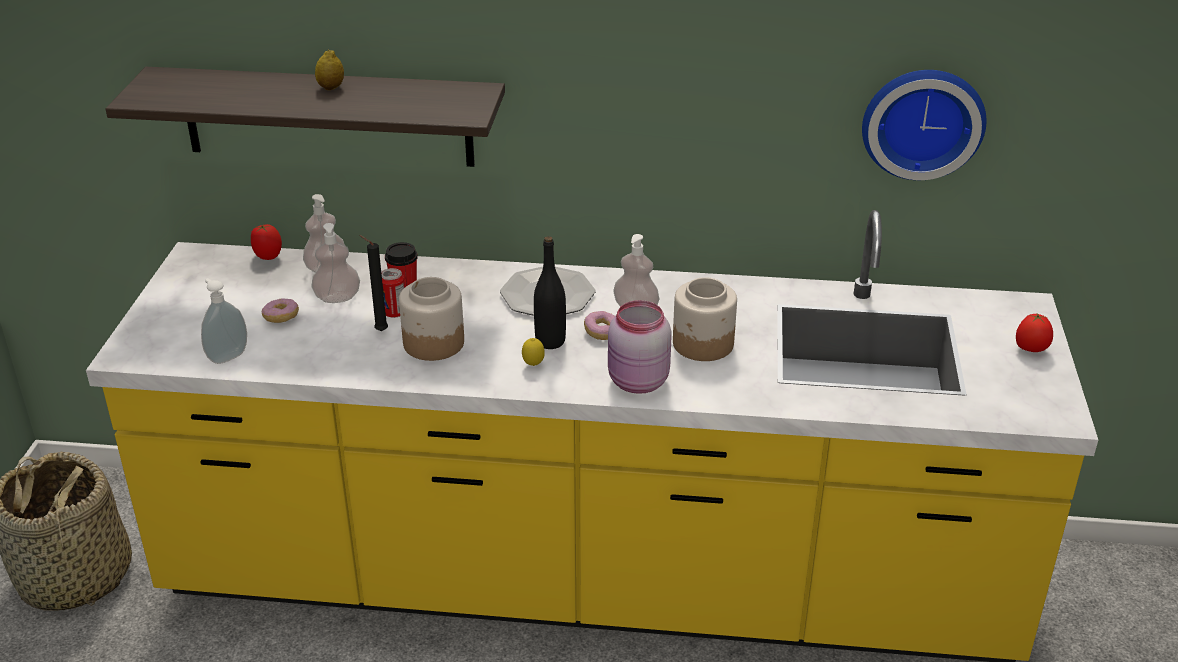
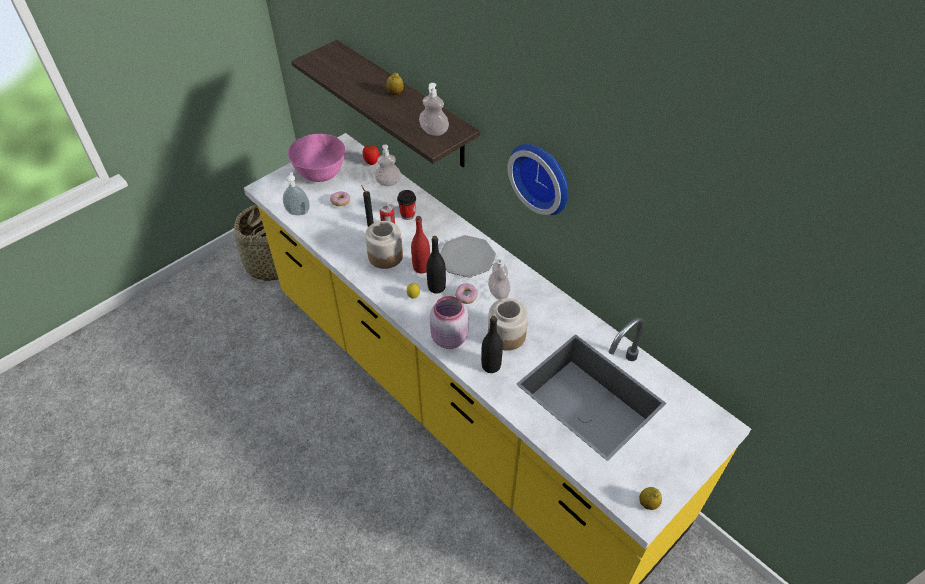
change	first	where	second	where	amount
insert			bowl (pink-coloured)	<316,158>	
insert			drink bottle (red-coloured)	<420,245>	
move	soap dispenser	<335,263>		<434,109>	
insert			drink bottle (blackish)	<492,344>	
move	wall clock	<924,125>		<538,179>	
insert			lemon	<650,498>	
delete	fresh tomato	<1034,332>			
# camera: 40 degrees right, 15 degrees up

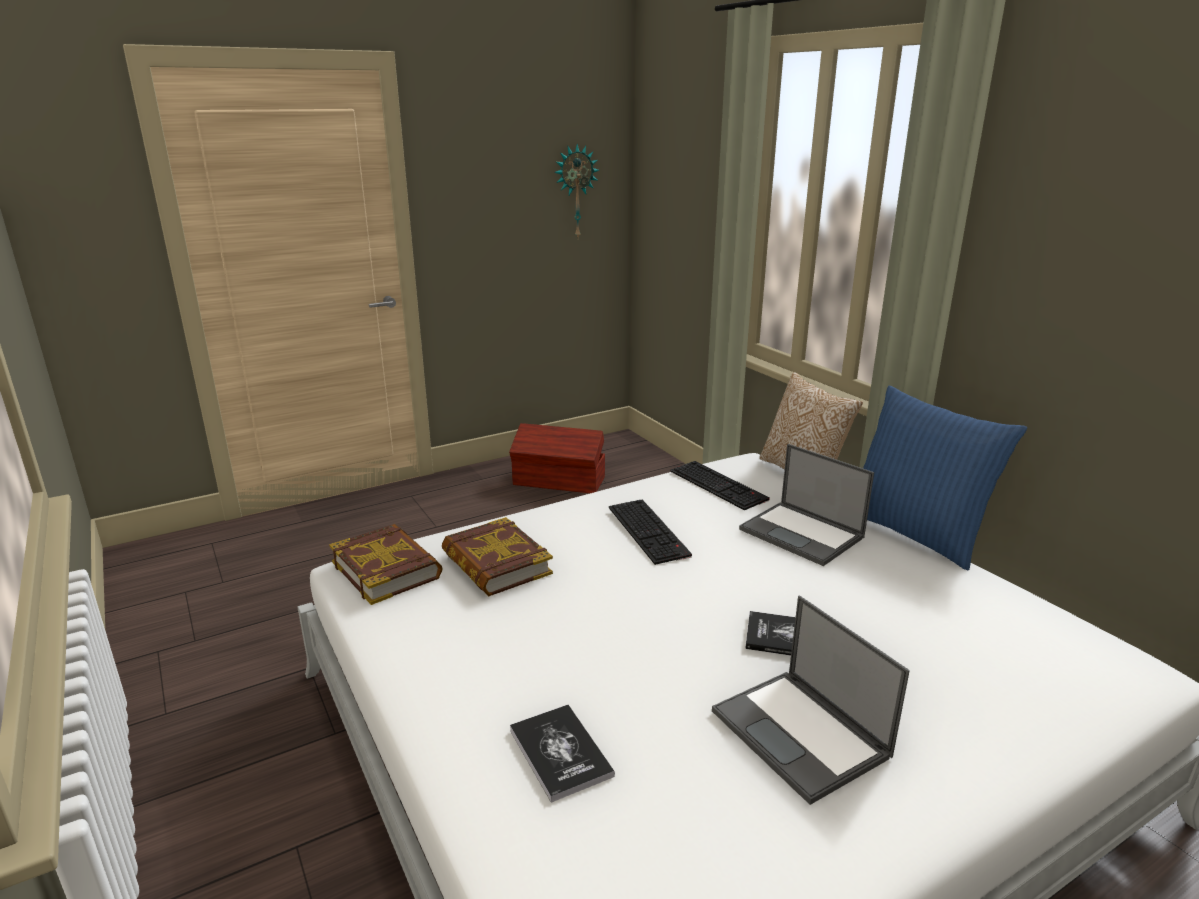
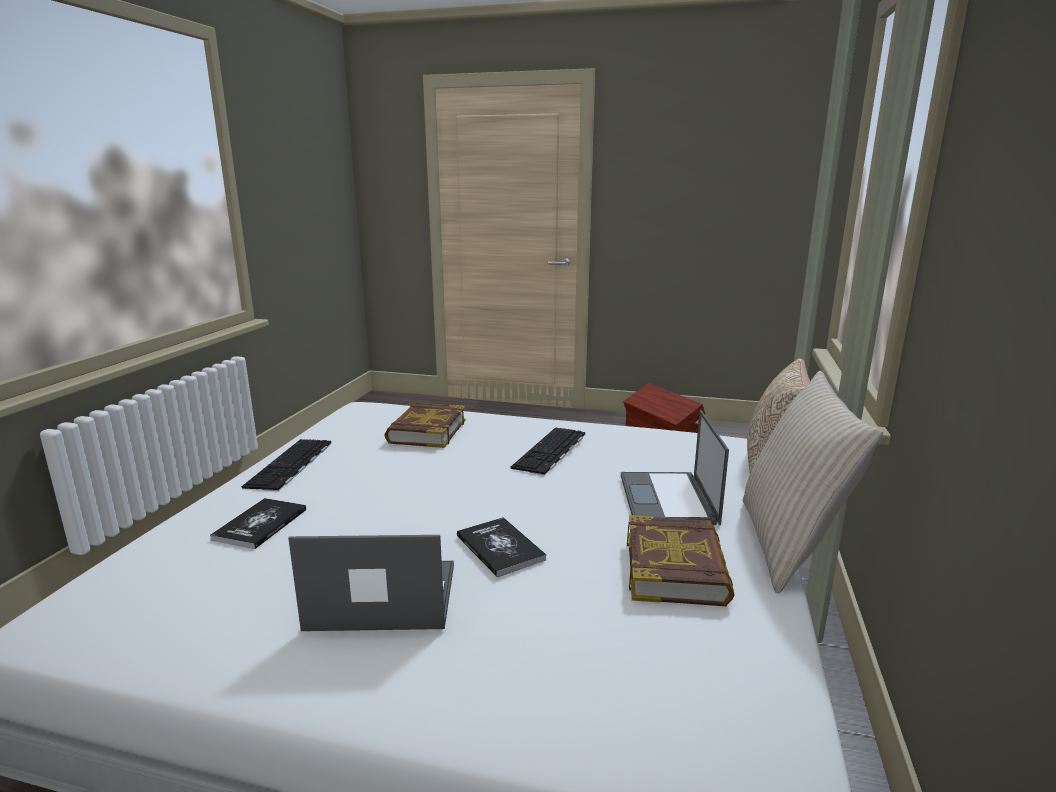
change	first	where	second	where	amount
move	PC keyboard	<720,485>		<286,465>	
rotate	portable computer	<811,700>		<371,583>	75 degrees clockwise
move	bound book	<386,564>		<681,560>	
recolor	pillow (bluish)	<945,478>	pillow (sand-coloured)	<813,482>	
delete	wall clock	<576,191>			
# camera: 45 degrees right, 5 degrees down

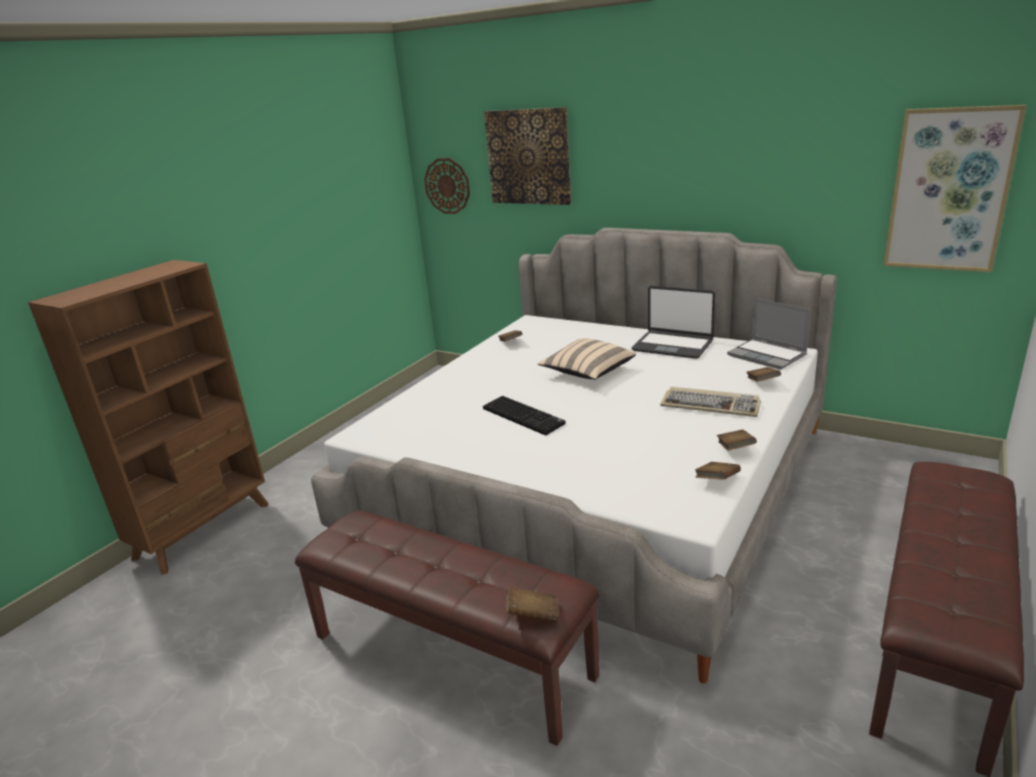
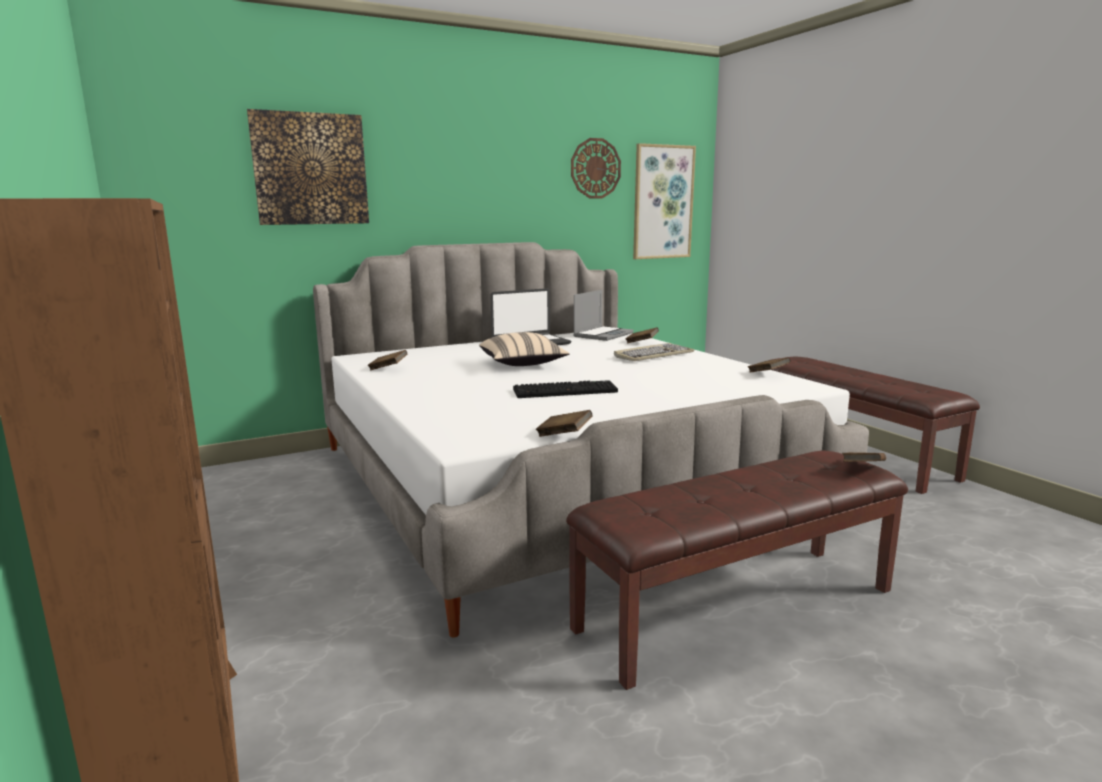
change	first	where	second	where	amount
move	bound book (brownish)	<737,440>		<564,423>	
move	wall clock	<447,186>		<596,168>	
rotate	portable computer	<769,334>		<603,315>	45 degrees counterclockwise
# camera: 60 degrees left, 10 degrees down

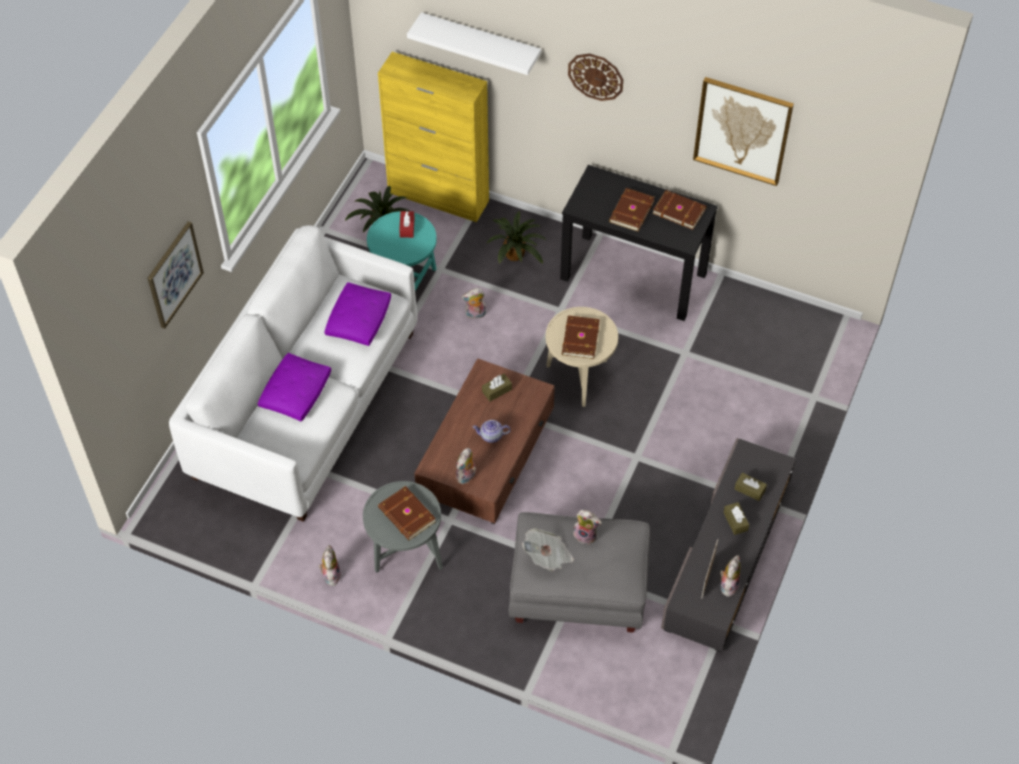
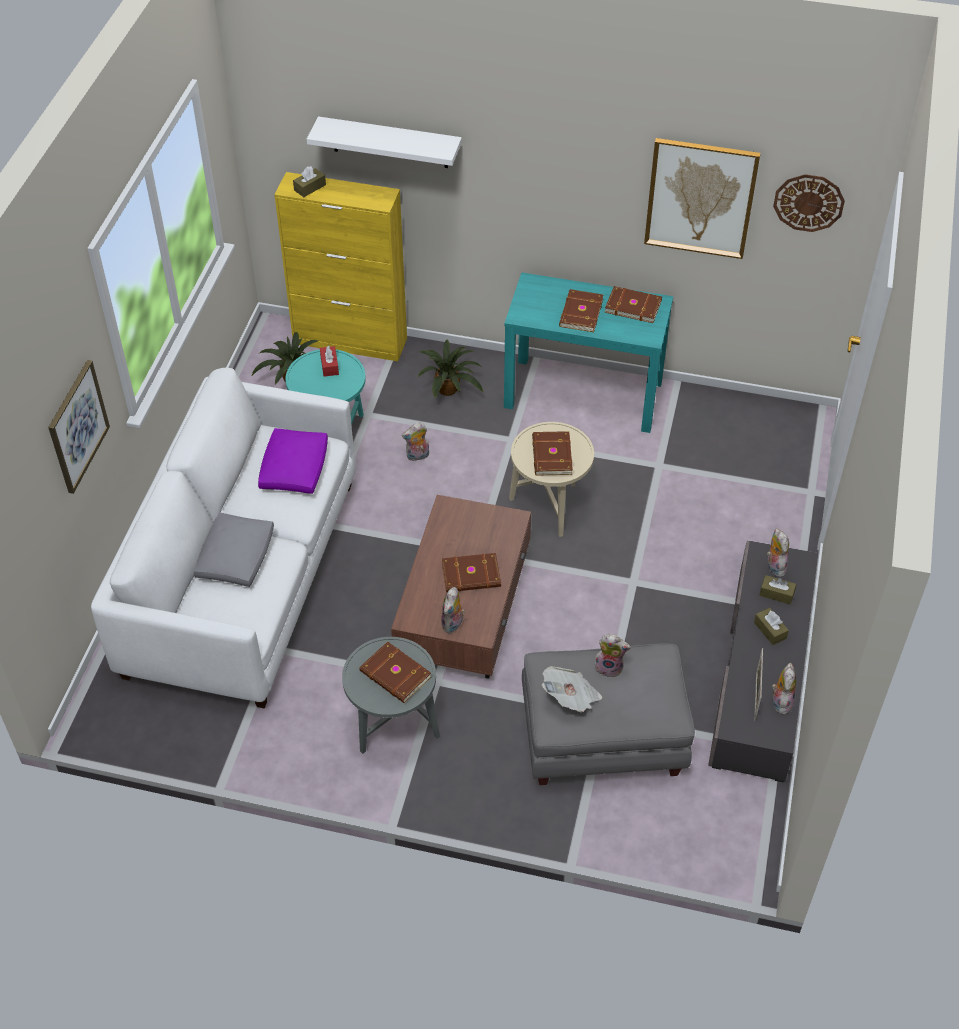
change	first	where	second	where	amount
recolor	pillow (purplish)	<294,387>	pillow (grey)	<234,550>	
move	tissue holder (brownish)	<497,387>		<309,181>	
replace	pot for tea	<491,431>	bound book (brownish)	<471,572>	
recolor	console table (blackish)	<639,243>	console table (turquoise-coloured)	<588,352>	
move	plush toy	<330,565>		<778,552>	
move	wall clock	<595,77>		<809,203>	
# camera: 10 degrees left, 5 degrees down

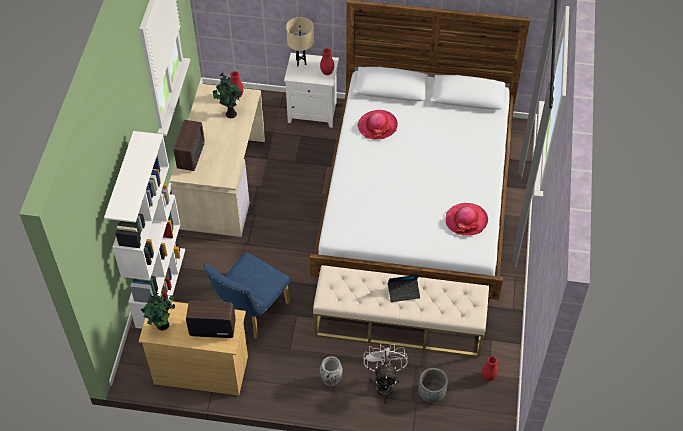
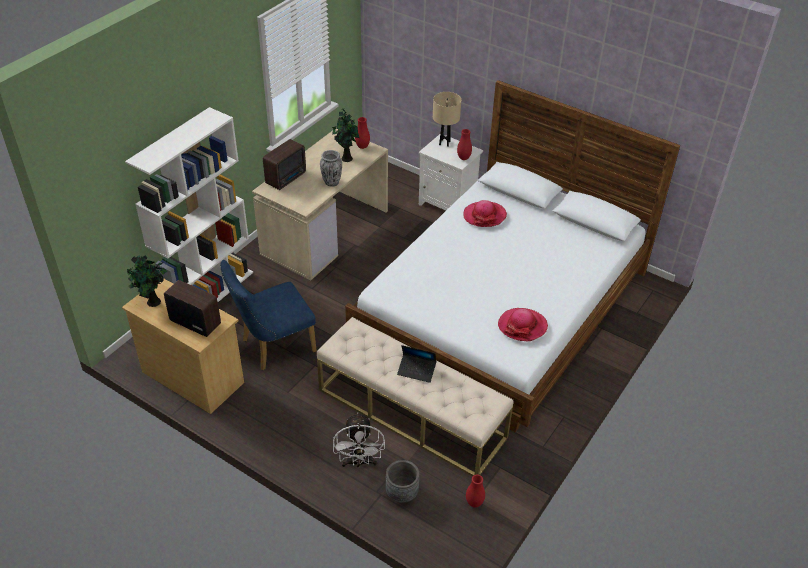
change	first	where	second	where	amount
move	vase	<331,371>		<331,168>	
rotate	cooling fan (white-coloured)	<386,373>		<359,440>	150 degrees clockwise
# camera: 25 degrees right, 10 degrees down

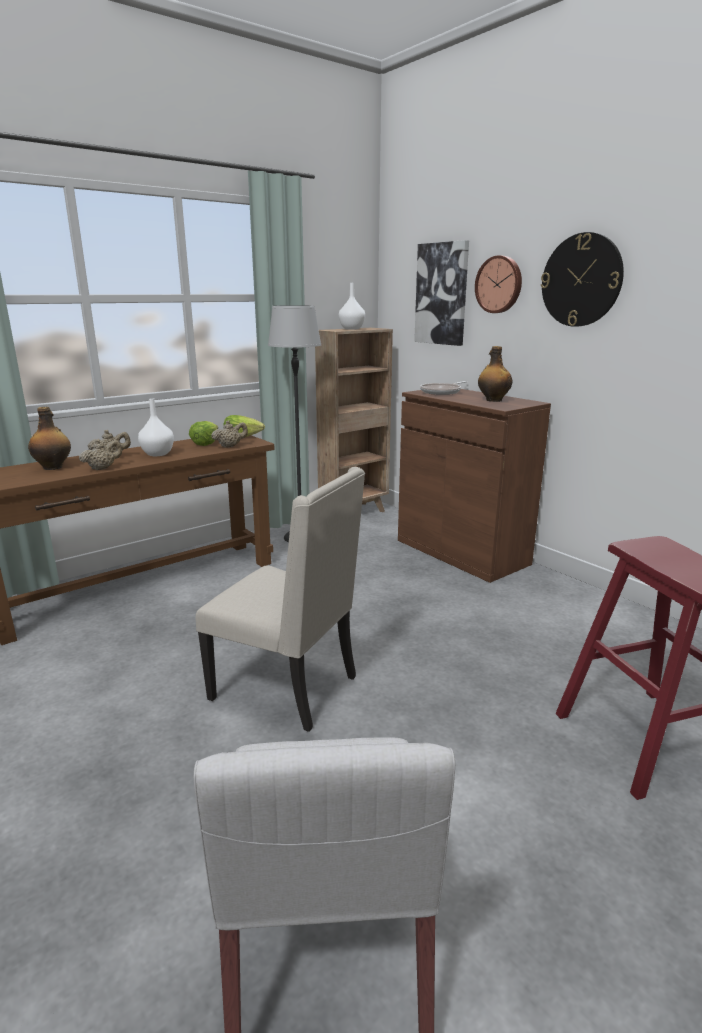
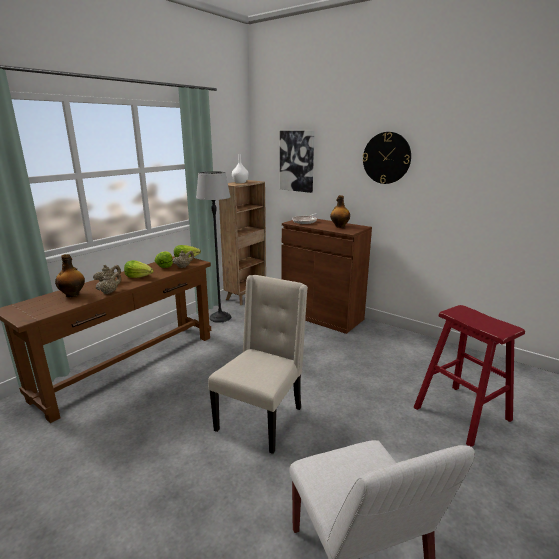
change	first	where	second	where	amount
replace	vase (white-coloured)	<156,427>	lettuce head	<138,269>	
rotate	plain chair (sand-coloured)	<280,599>		<258,364>	75 degrees counterclockwise
delete	wall clock	<498,284>			
# camera: 15 degrees left, 0 degrees up

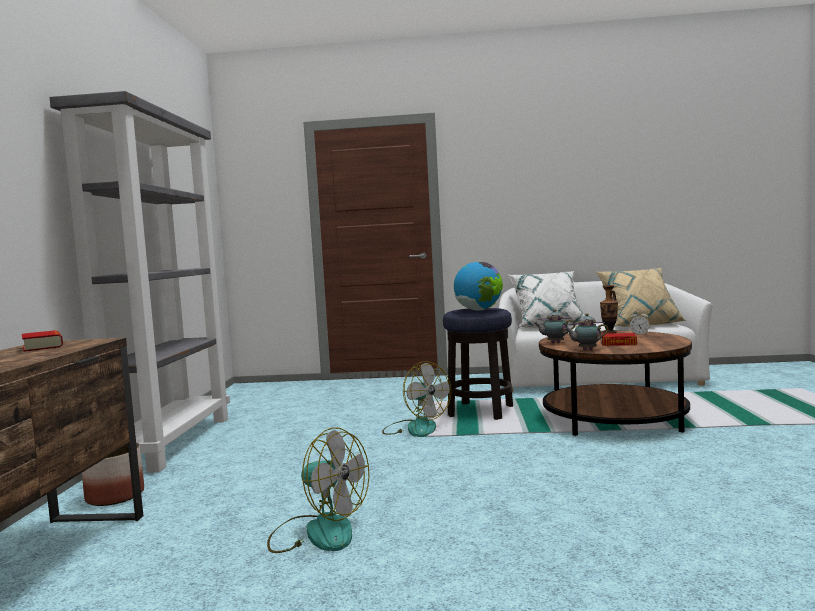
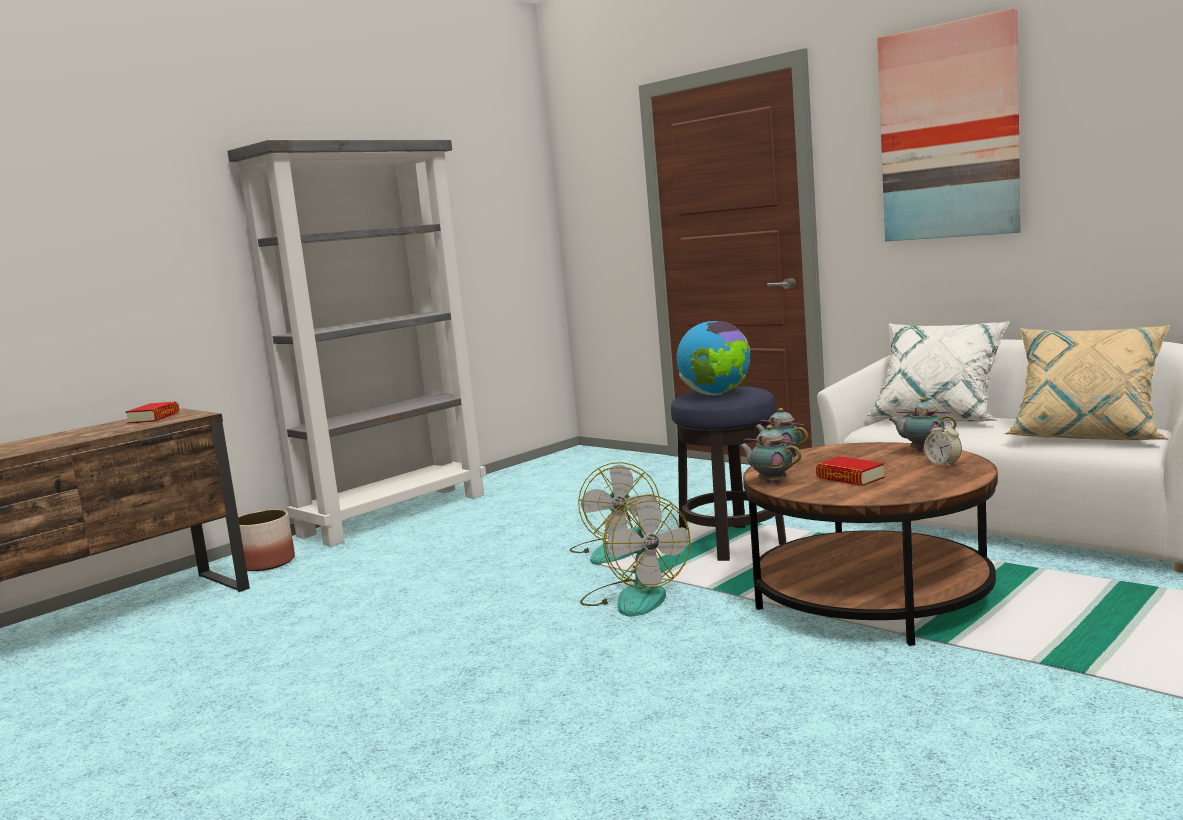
change	first	where	second	where	amount
move	cooling fan	<318,490>		<635,555>	
insert			picture	<949,124>	
replace	vase	<609,309>	pot for tea	<922,424>	
# camera: 40 degrees right, 5 degrees up

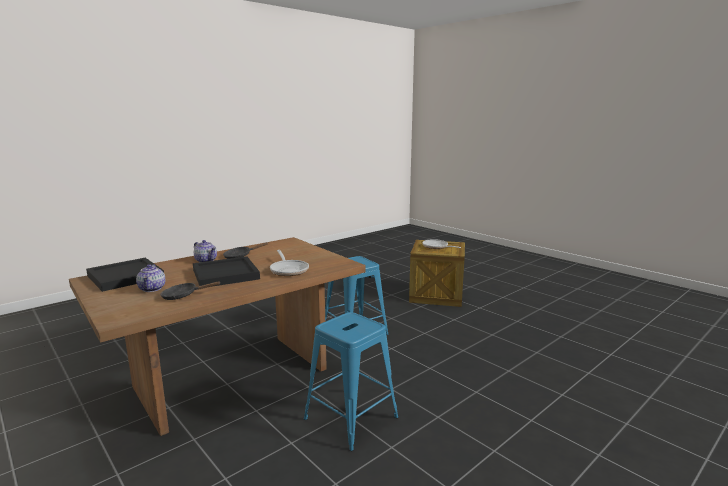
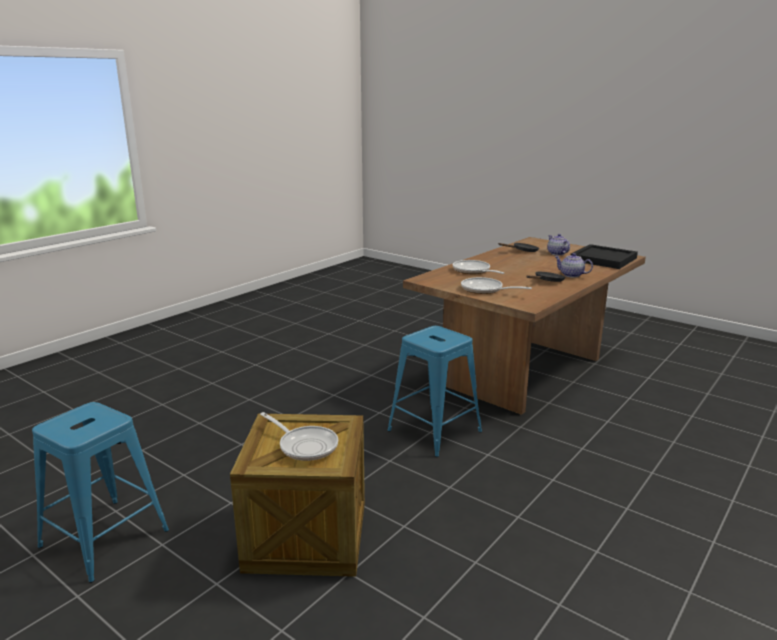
change	first	where	second	where	amount
move	stool (bluish)	<351,381>		<100,492>	
insert			frying pan	<496,285>	
delete	carrying tray (blackish)	<226,271>			
# camera: 170 degrees right, 5 degrees up

